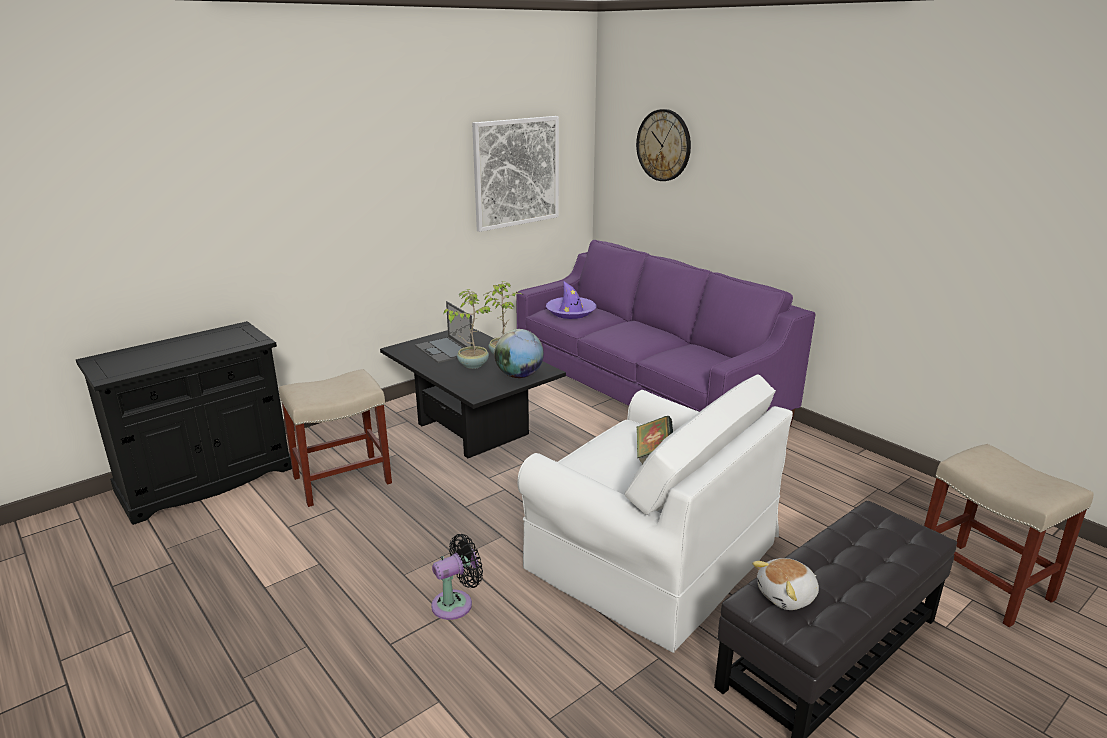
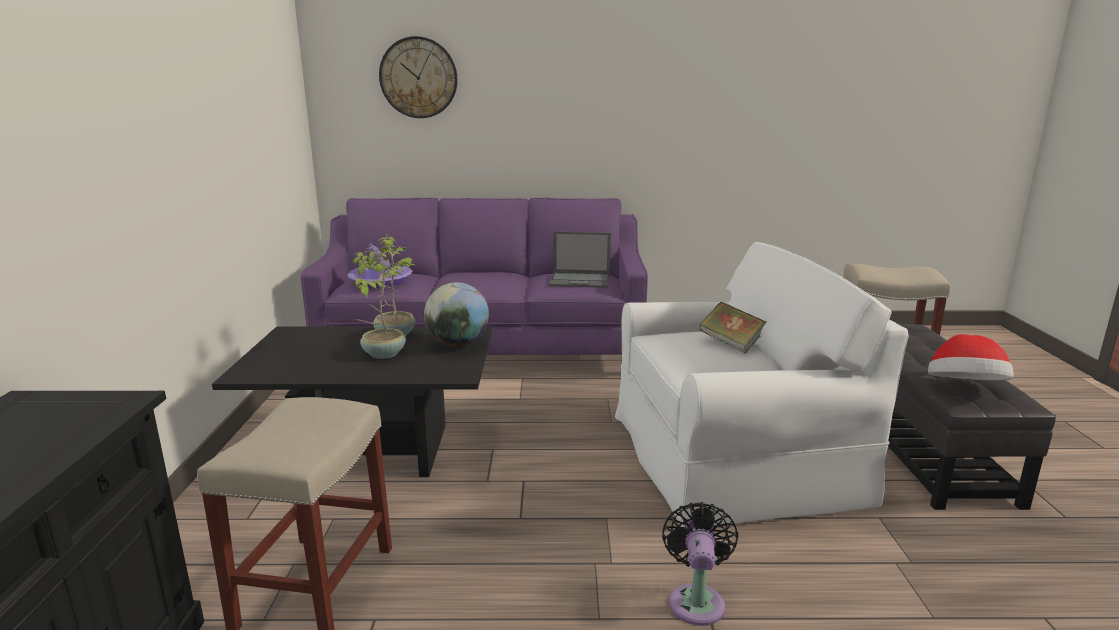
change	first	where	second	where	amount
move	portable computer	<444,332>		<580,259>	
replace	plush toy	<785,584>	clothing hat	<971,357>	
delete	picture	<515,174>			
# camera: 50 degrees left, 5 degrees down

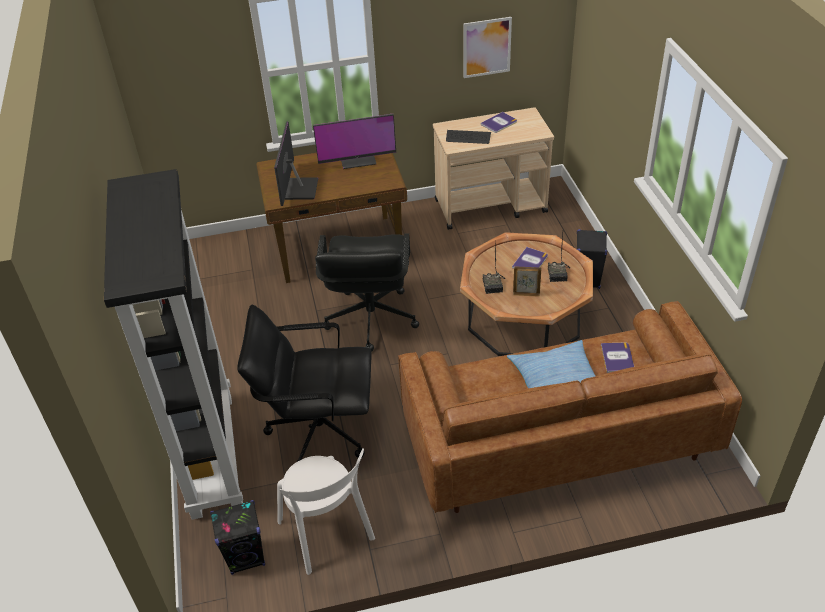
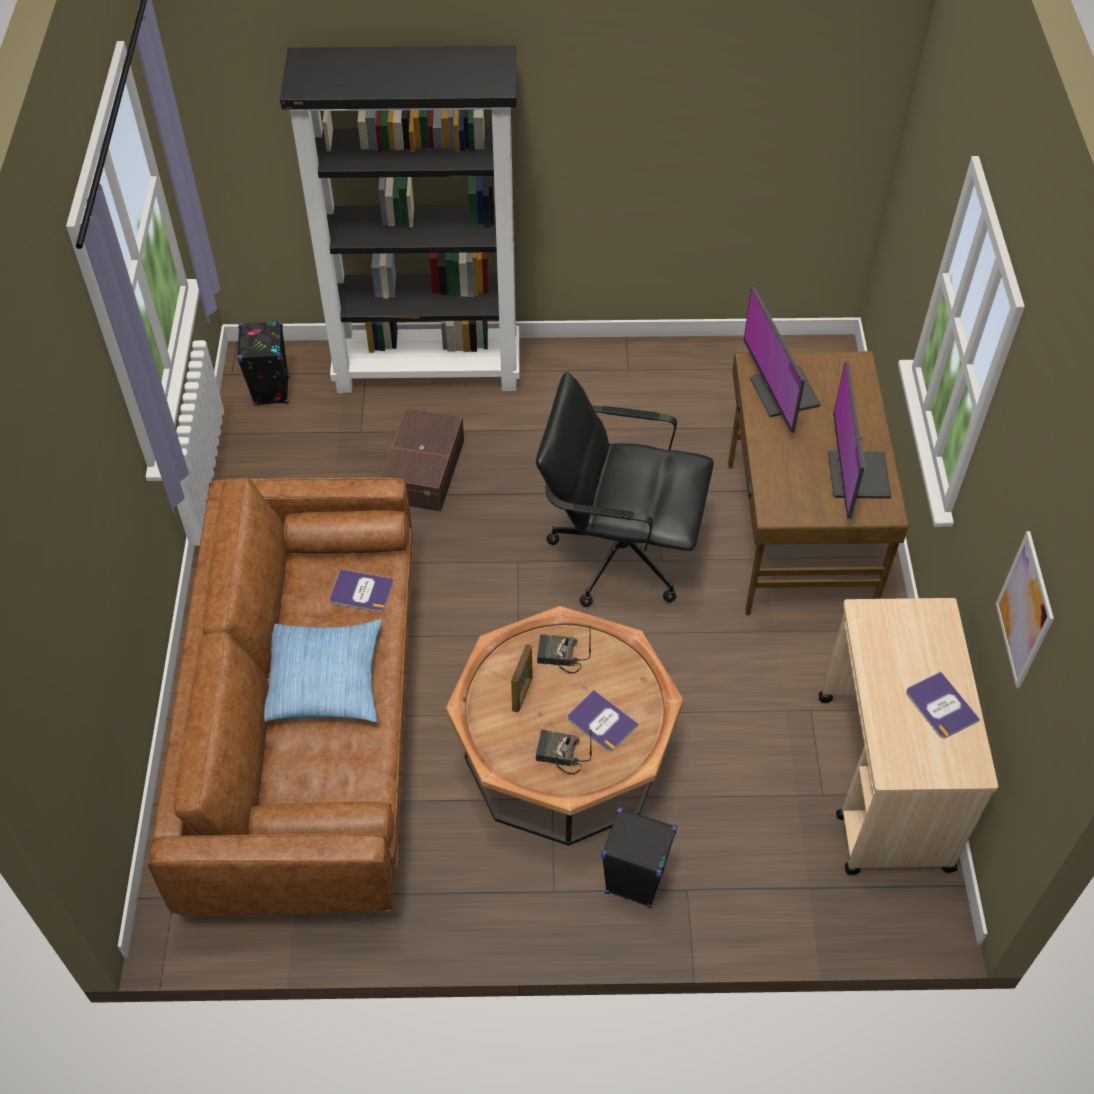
change	first	where	second	where	amount
move	bound book	<617,358>		<362,590>	
replace	computer chair (blackish)	<304,383>	storage box (brownish)	<422,459>	
rotate	computer screen	<296,163>		<782,360>	120 degrees counterclockwise
delete	plain chair (white-coloured)	<326,511>			
delete	PC keyboard	<468,137>			
# camera: 100 degrees right, 10 degrees up

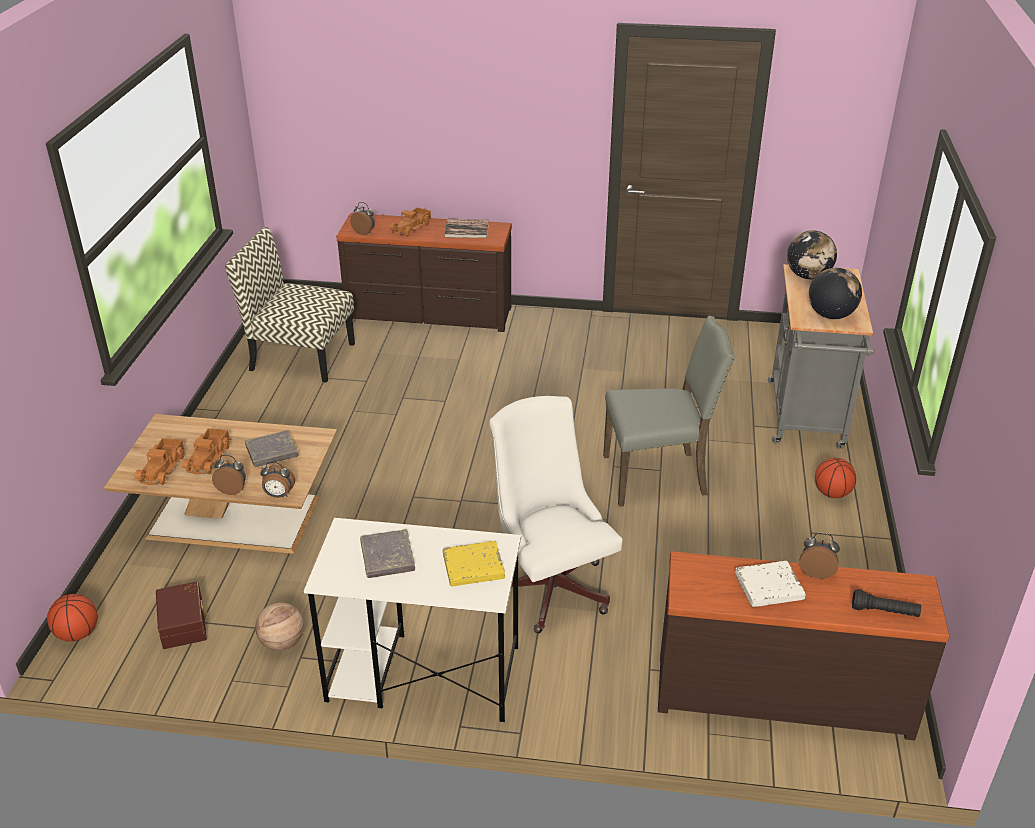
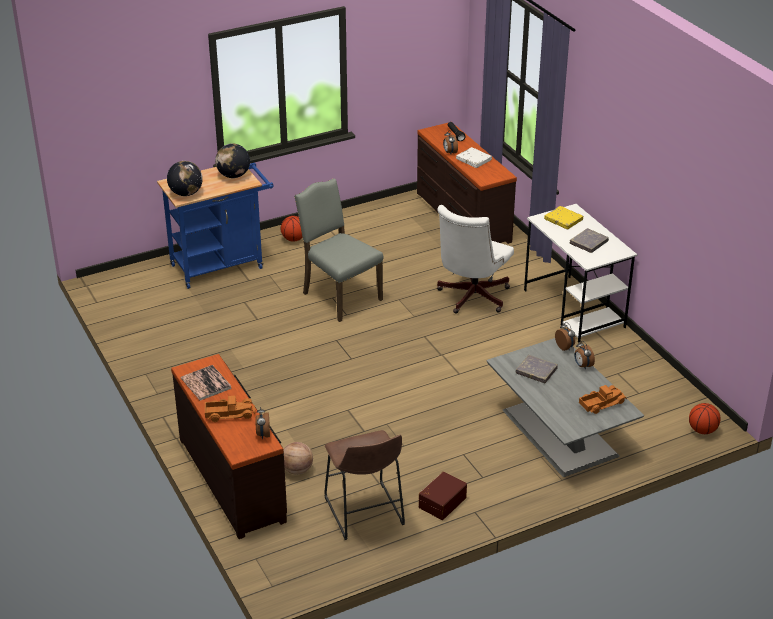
change	first	where	second	where	amount
recolor	cart (grey)	<821,356>	cart (bluish)	<215,226>	
move	basketball	<279,626>		<298,458>	
replace	plain chair	<290,305>	stool (brownish)	<364,485>	
move	storage box (brownish)	<181,615>		<443,495>	
recolor	low table (brownish)	<220,484>	low table (grey)	<565,407>	
delete	toy lorry	<206,451>			
# camera: 125 degrees left, 0 degrees up

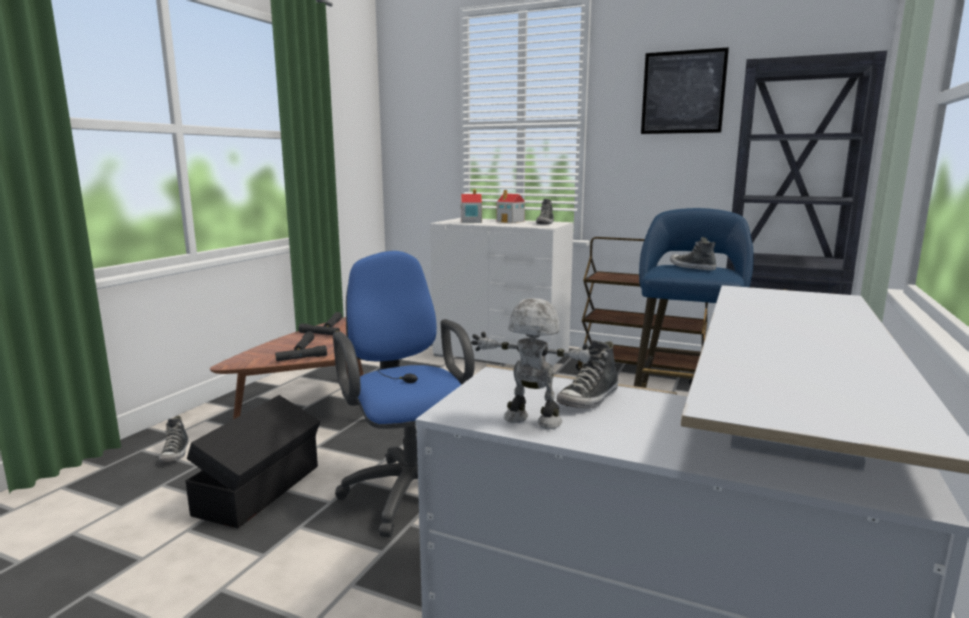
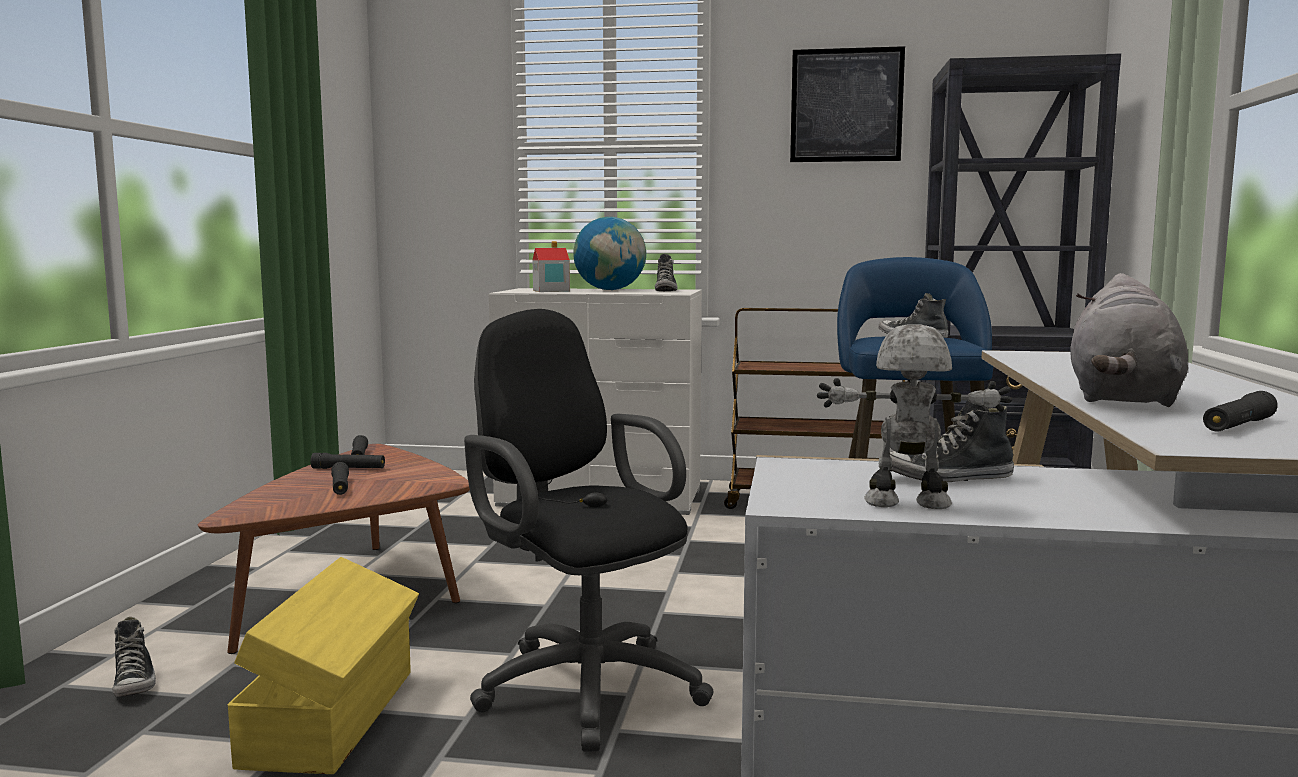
change	first	where	second	where	amount
recolor	storage box (blackish)	<252,461>	storage box (yellow)	<323,665>	
recolor	computer chair (bluish)	<404,394>	computer chair (blackish)	<588,530>	
replace	model house	<511,206>	desk globe	<609,253>	
rotate	item of footwear	<587,374>		<952,441>	60 degrees clockwise
insert			plush toy (grey)	<1129,340>	
move	torch (blackish)	<301,353>		<1240,411>	
# camera: 15 degrees left, 5 degrees down

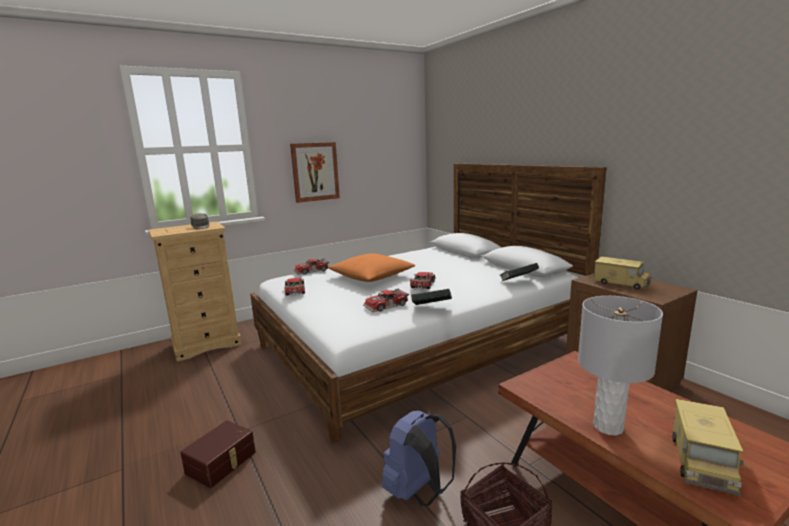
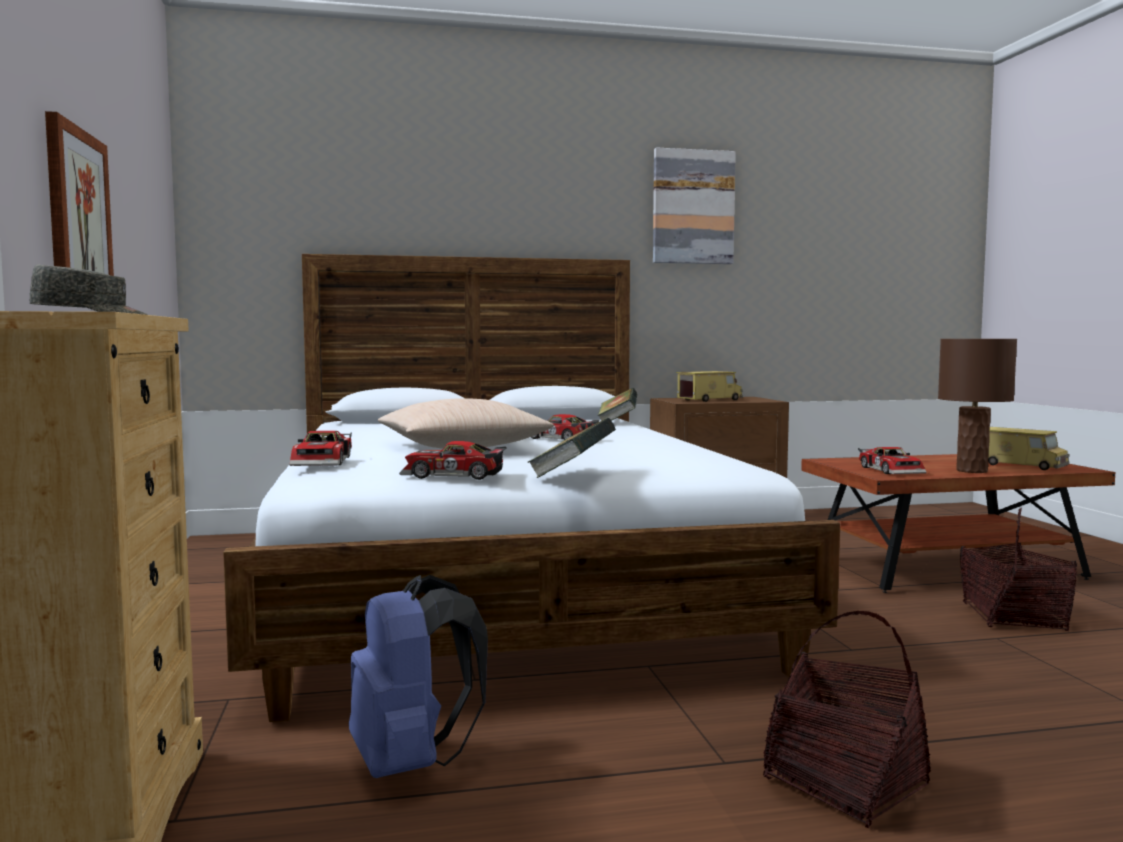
change	first	where	second	where	amount
move	backpack (bluish)	<419,458>		<418,676>	
recolor	pillow (orange-coloured)	<371,267>	pillow (sand-coloured)	<466,423>	
move	bound book	<431,297>		<571,448>	
insert			picture	<694,205>	
replace	storage box (brownish)	<218,454>	storage basket	<847,719>	
move	toy car	<386,300>		<892,460>	
recolor	lamp for a table (grey)	<620,366>	lamp for a table (brownish)	<977,406>	
# camera: 70 degrees left, 10 degrees down

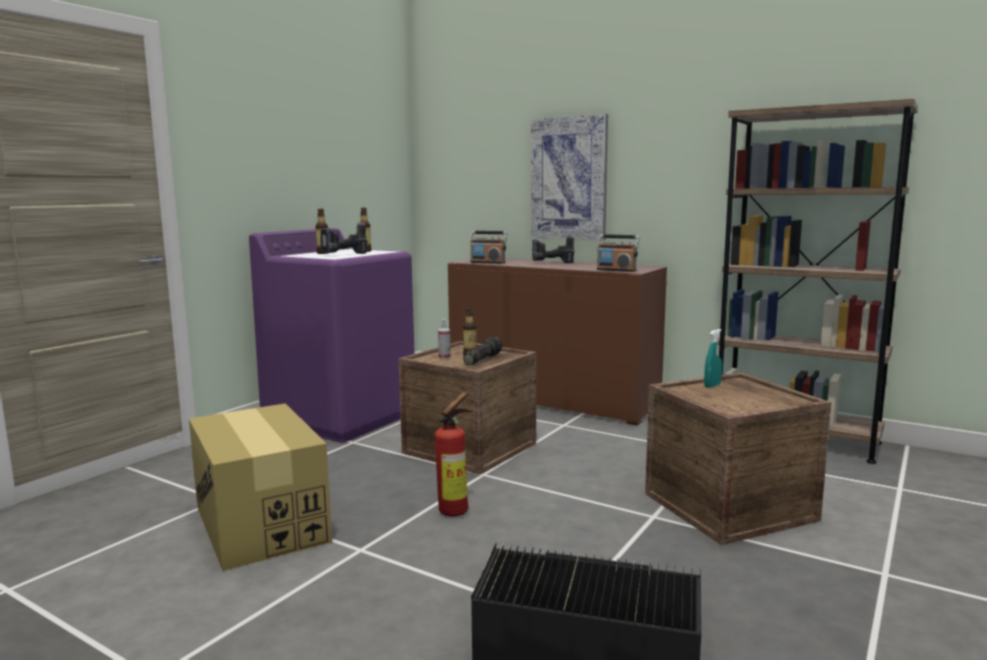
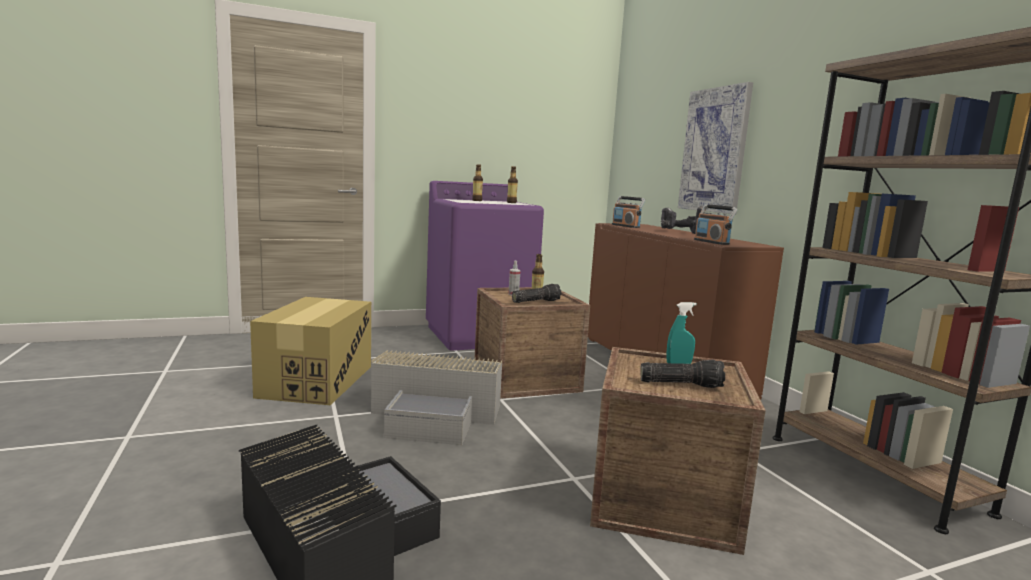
change	first	where	second	where	amount
replace	extinguisher	<454,454>	storage box (grey)	<436,397>	
insert			torch	<682,374>	
delete	power drill	<343,237>			
# camera: 35 degrees right, 0 degrees up

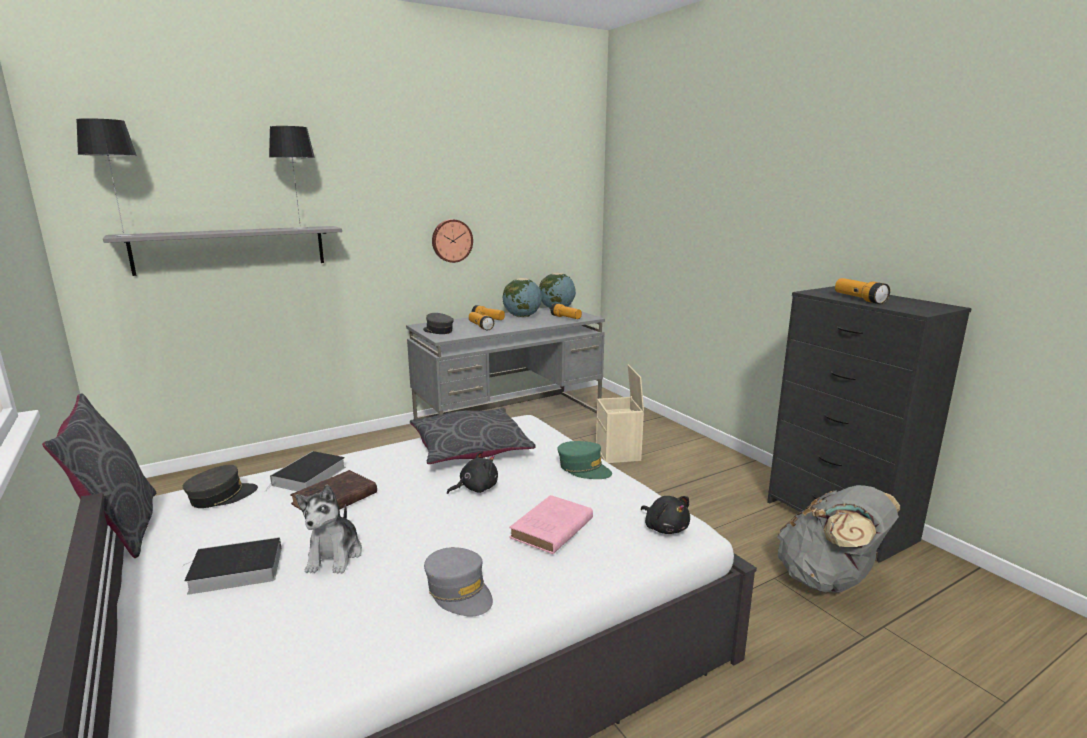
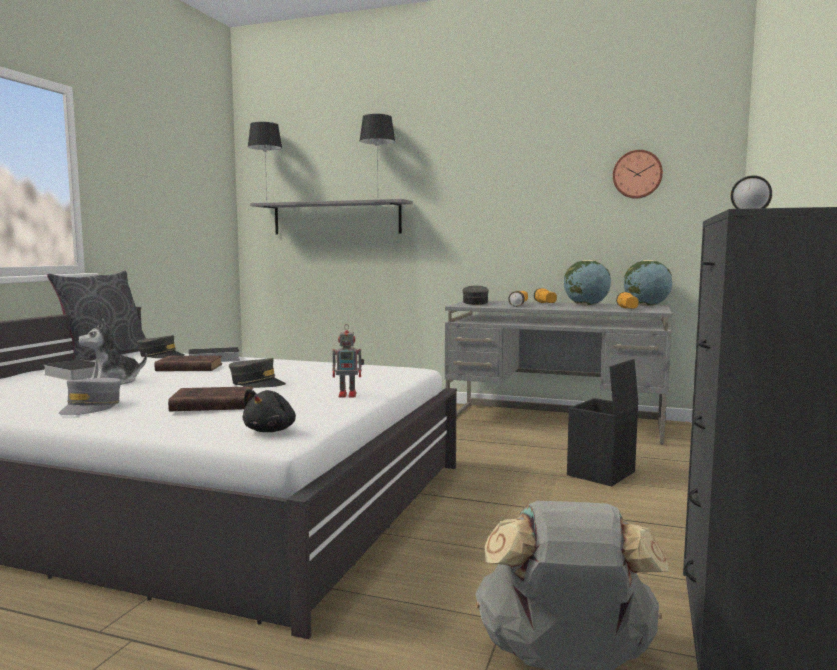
change	first	where	second	where	amount
recolor	bound book (pink-coloured)	<551,524>	bound book (brownish)	<211,398>	
replace	plush toy (blackish)	<472,472>	cap (grey)	<257,373>	
replace	cap (green)	<584,460>	toy robot	<348,361>	
recolor	storage box (sand-coloured)	<620,413>	storage box (blackish)	<603,423>	
move	wall clock	<452,241>		<638,174>	
delete	pillow (grey)	<473,436>			
# camera: 50 degrees right, 10 degrees down

